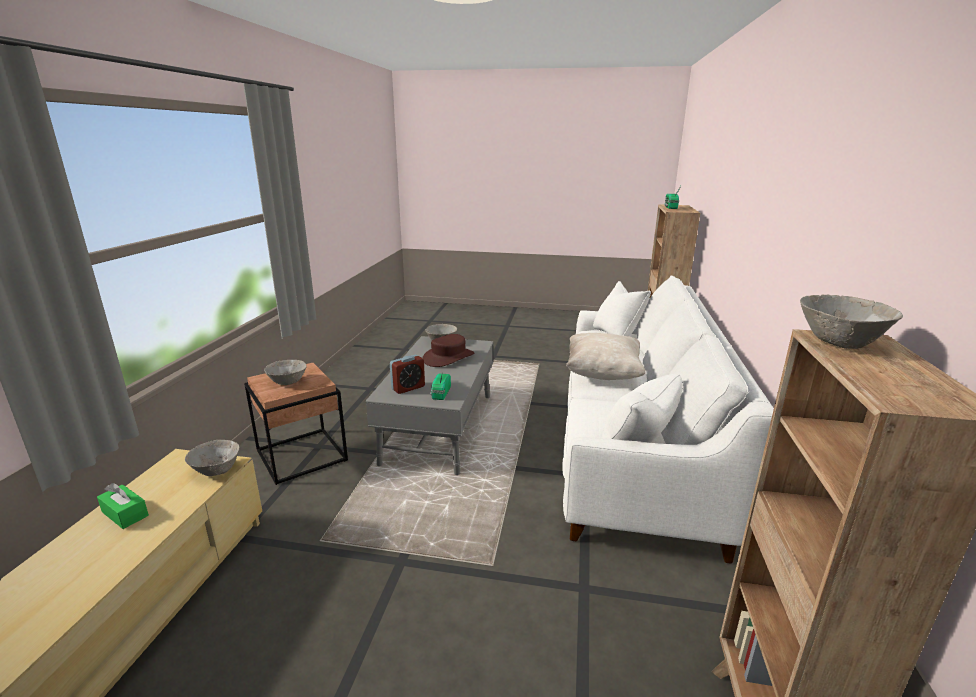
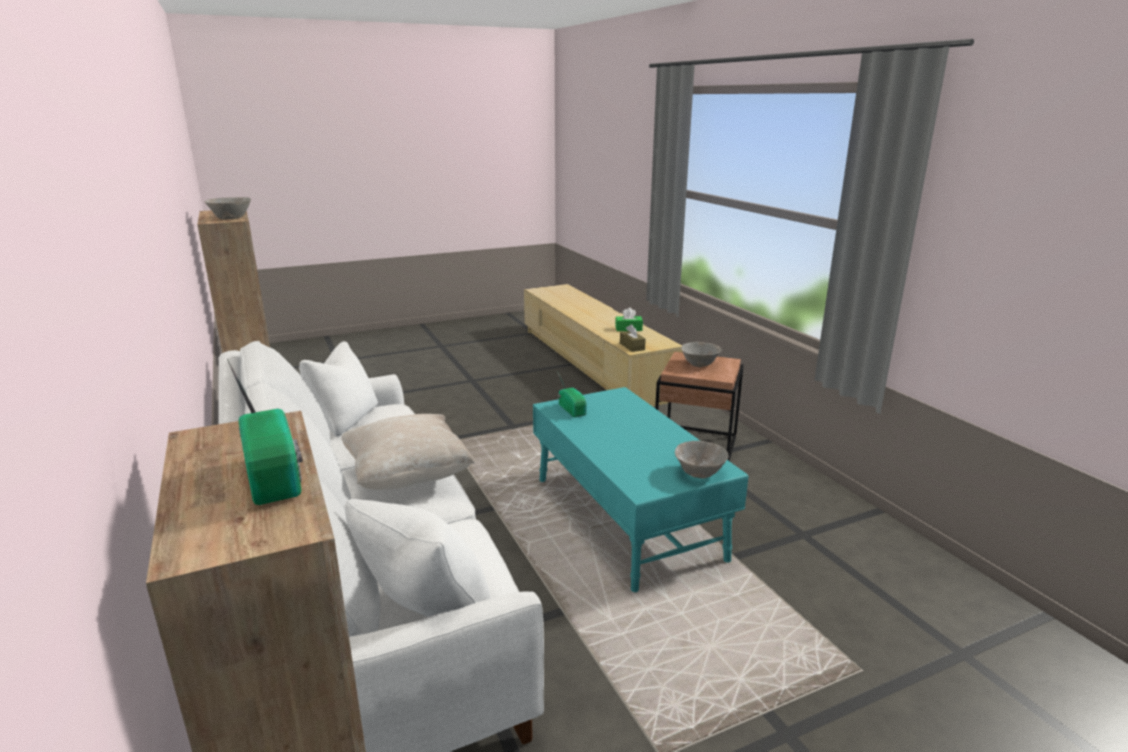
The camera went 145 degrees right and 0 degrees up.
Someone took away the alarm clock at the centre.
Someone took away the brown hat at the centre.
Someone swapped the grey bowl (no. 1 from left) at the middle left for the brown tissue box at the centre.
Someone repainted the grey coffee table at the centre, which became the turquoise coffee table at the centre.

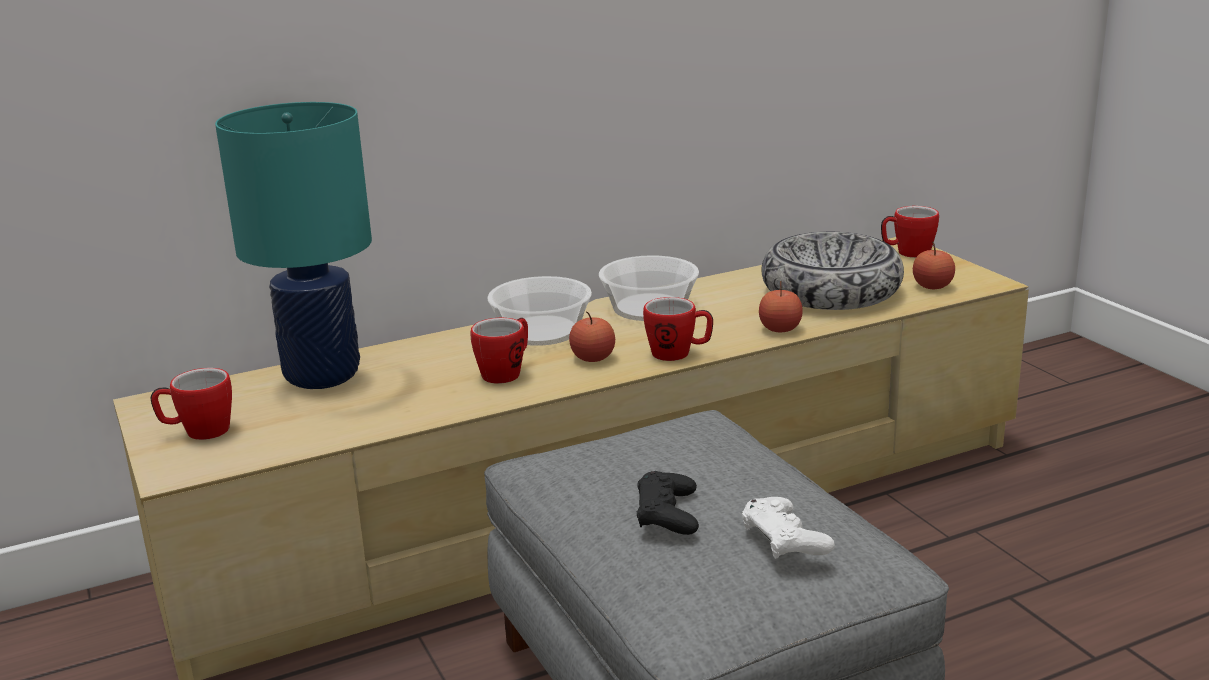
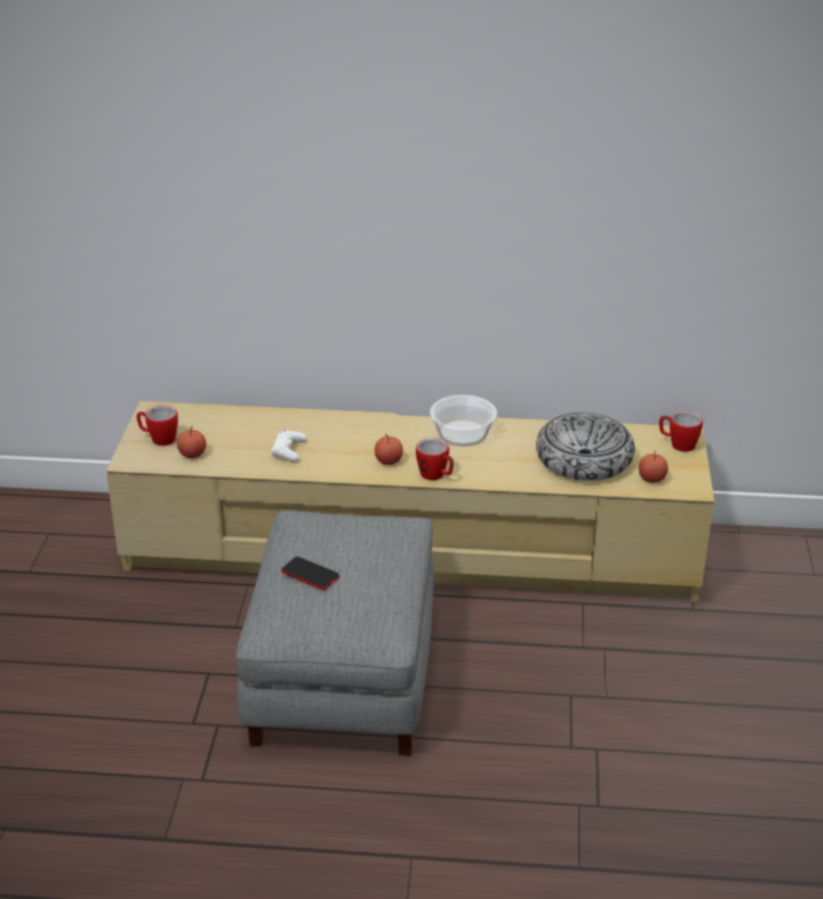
The camera went 30 degrees right and 10 degrees up.
Someone took away the turquoise table lamp at the middle left.
Someone took away the mug (no. 2 from left) at the centre.
Someone took away the bowl (no. 1 from left) at the centre.
Someone carried the white game controller from the bottom centre to the centre.
Someone carried the apple (no. 2 from left in the first image) from the centre to the middle left.
Someone swapped the black game controller at the bottom centre for the phone at the centre.

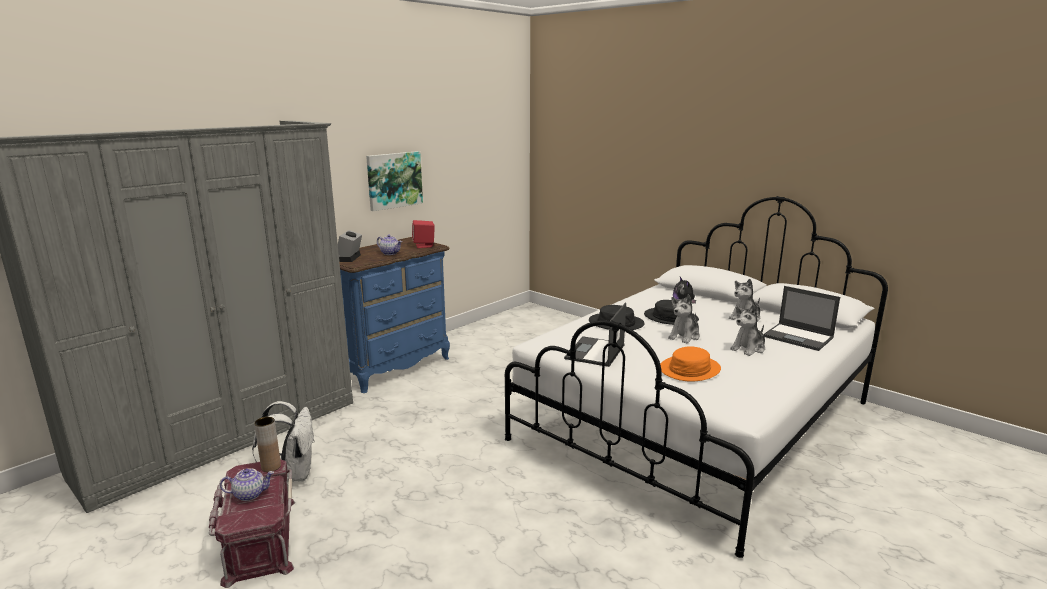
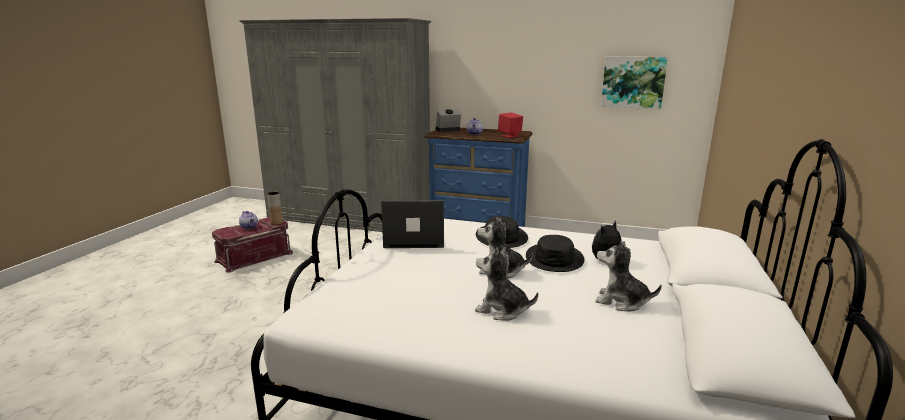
The camera went 65 degrees right and 0 degrees up.
Someone took away the white backpack at the bottom left.
Someone took away the orange hat at the centre.
Someone took away the laptop (no. 2 from left) at the middle right.
Someone carried the picture from the top centre to the top right.

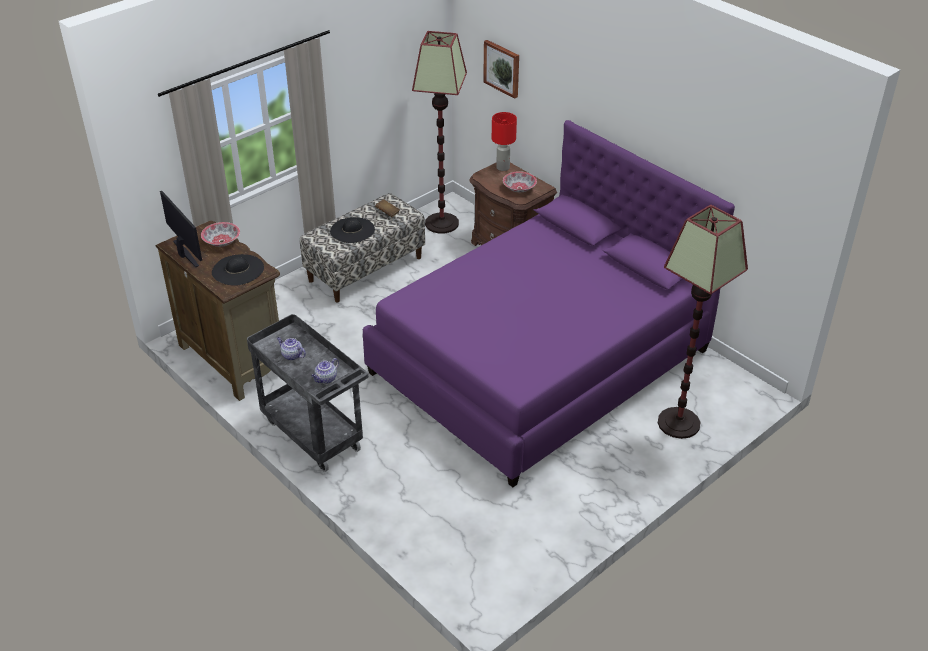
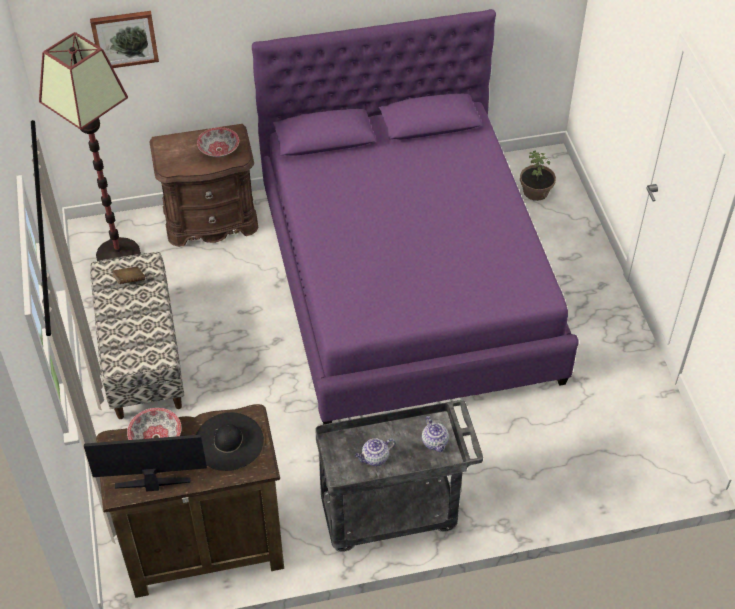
The camera went 60 degrees left and 10 degrees up.
Someone took away the black hat (no. 2 from left) at the centre.
Someone took away the red table lamp at the top centre.
Someone took away the floor lamp (no. 2 from left) at the middle right.
Someone put down the potted plant at the top right.

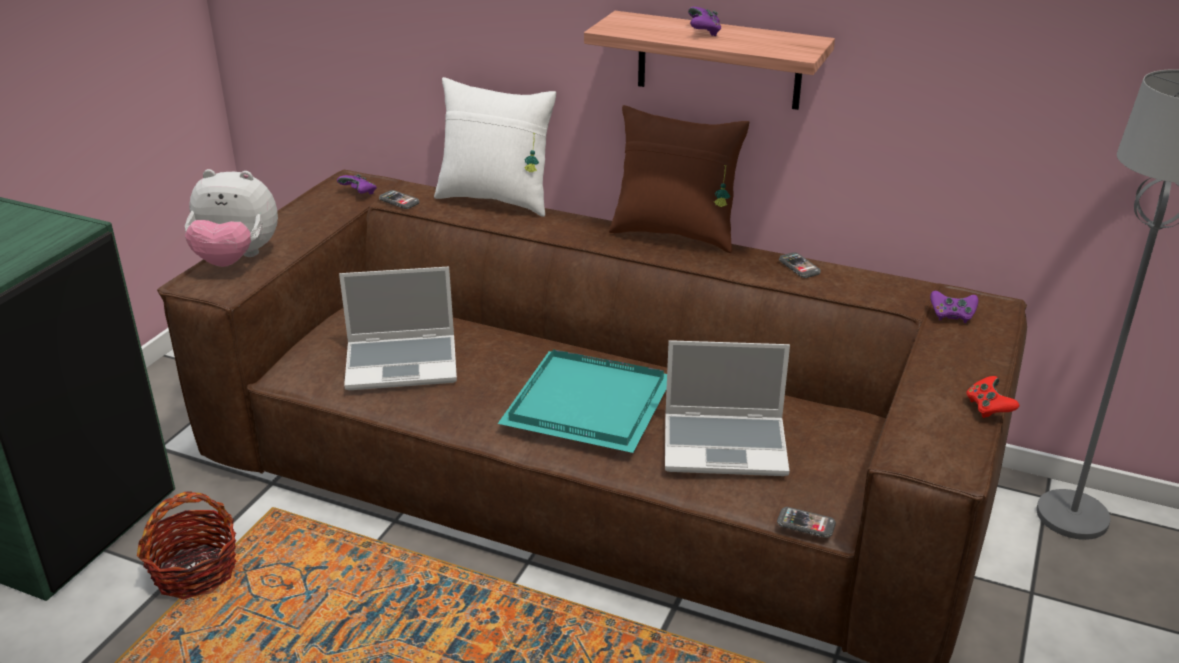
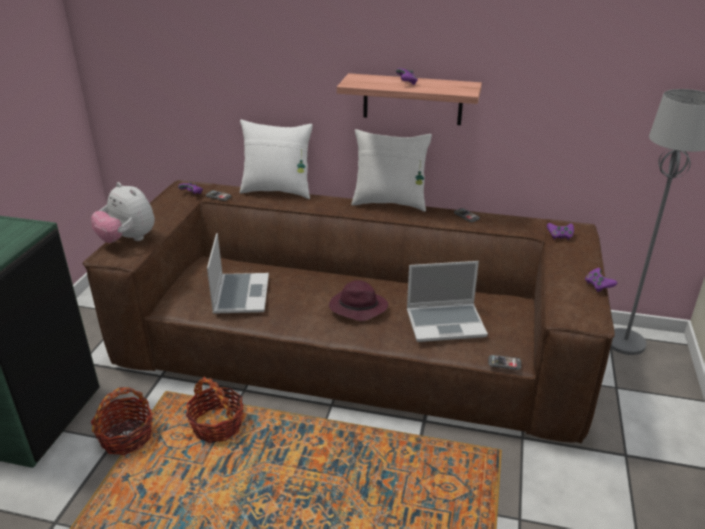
The camera went 10 degrees left and 0 degrees up.
Someone put down the basket (no. 2 from left) at the bottom left.
Someone swapped the turquoise tray at the centre for the purple hat at the centre.
Someone repainted the brown pillow at the top centre, which became the white pillow (no. 2 from left) at the top centre.
Someone repainted the red game controller at the middle right, which became the purple game controller (no. 4 from left) at the middle right.
Someone rotated the plush toy at the top left by 45 degrees clockwise.
Someone rotated the laptop (no. 1 from left) at the centre by 75 degrees counterclockwise.

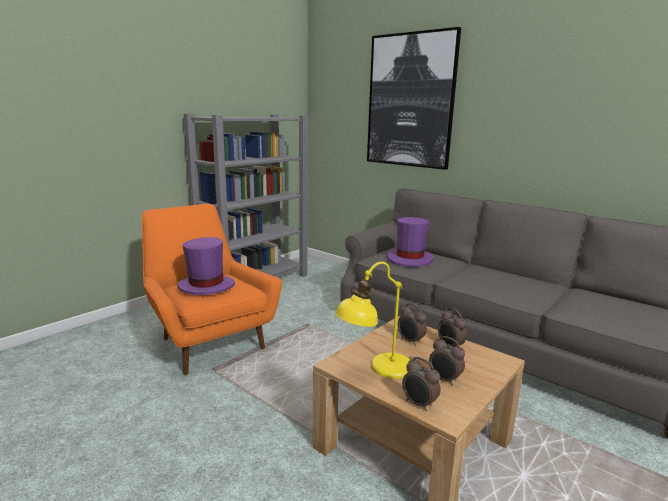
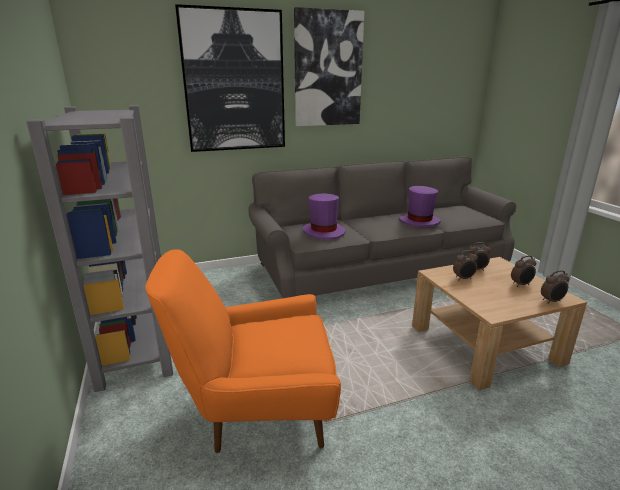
The camera went 60 degrees left and 5 degrees up.
Someone took away the yellow table lamp at the centre.
Someone put up the picture (no. 2 from left) at the top centre.
Someone carried the purple hat (no. 1 from left in the first image) from the middle left to the middle right.

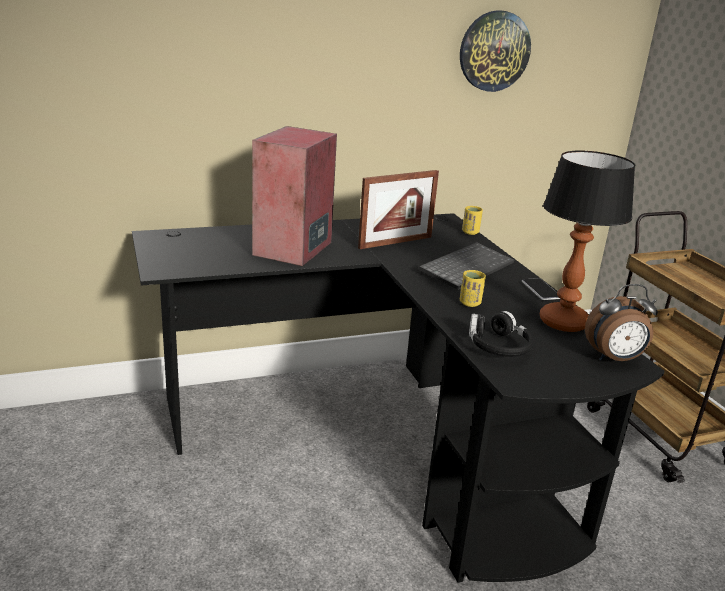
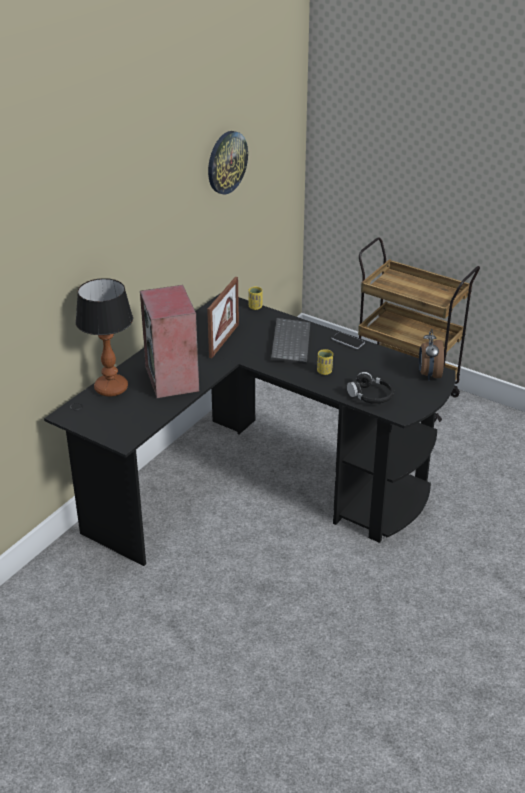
The camera went 35 degrees left and 10 degrees up.
Someone carried the table lamp from the middle right to the middle left.
Someone rotated the alarm clock at the middle right by 135 degrees clockwise.

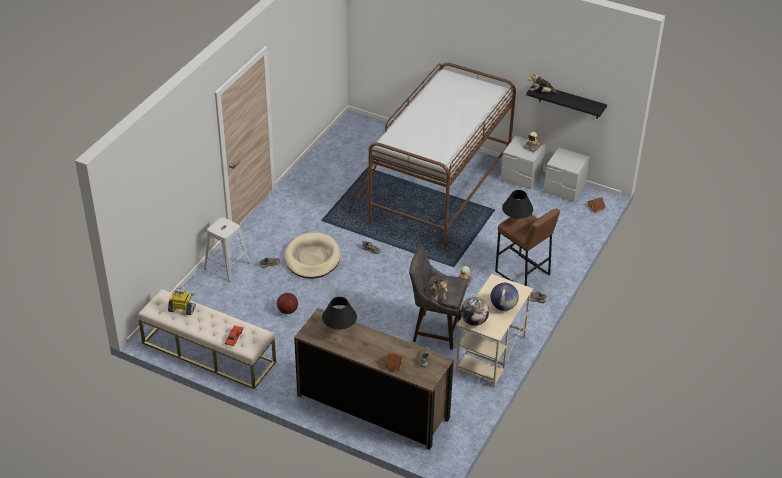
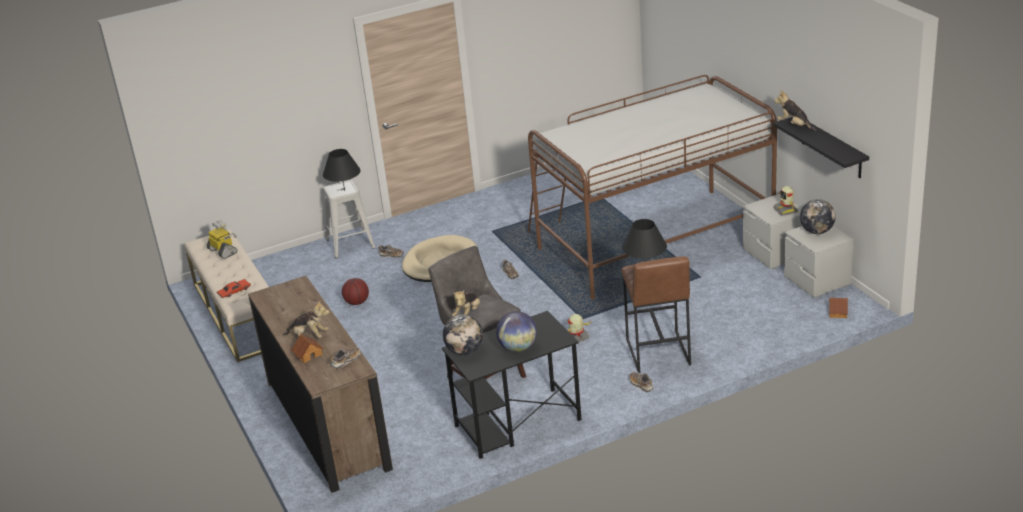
The camera went 40 degrees right and 10 degrees down.
Someone put down the plush toy (no. 1 from left) at the middle left.
Someone put down the globe (no. 3 from left) at the middle right.
Someone carried the black table lamp (no. 1 from left) from the centre to the top centre.
Someone repainted the beige desk at the bottom centre, which became the black desk at the bottom centre.

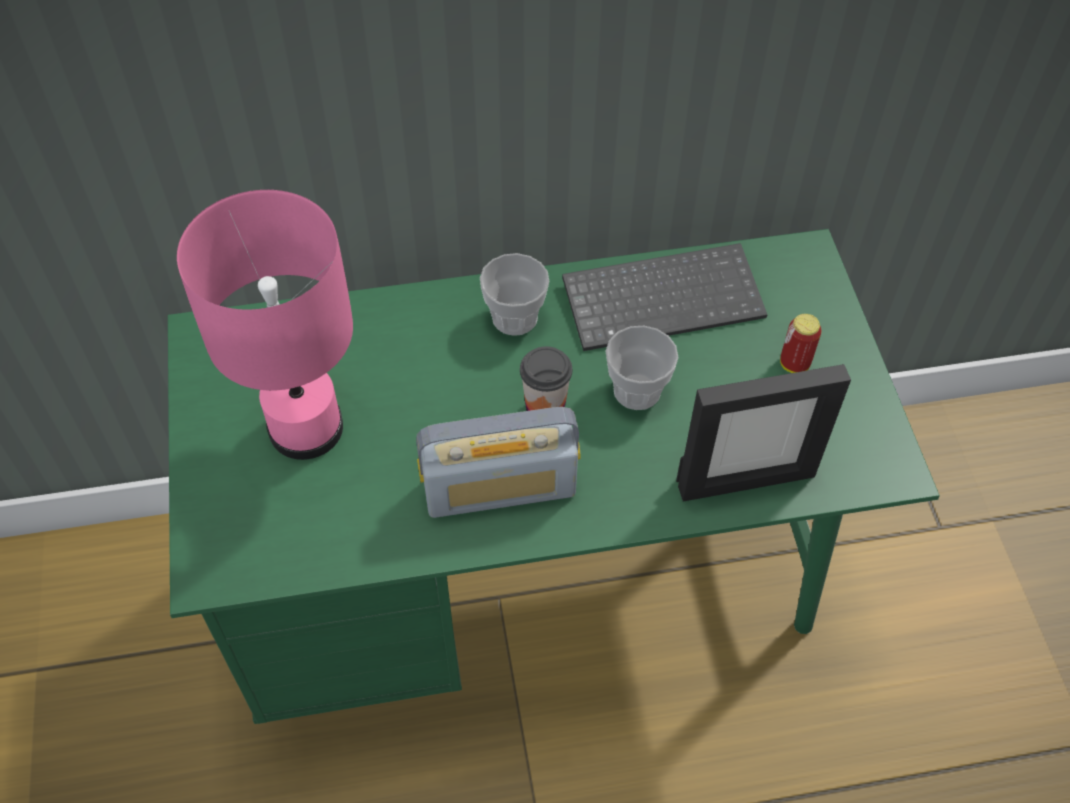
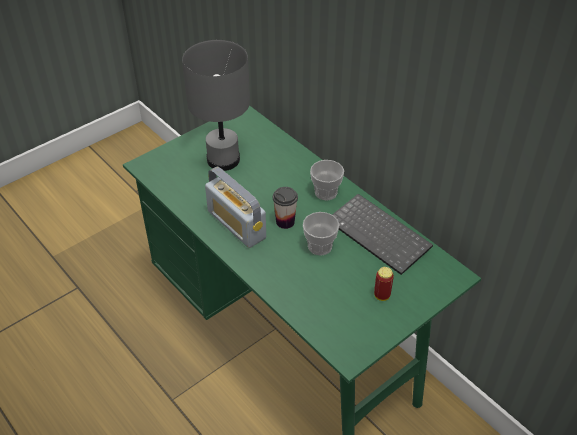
The camera went 60 degrees right and 10 degrees down.
Someone took away the picture frame at the middle right.
Someone repainted the pink table lamp at the middle left, which became the grey table lamp at the top centre.

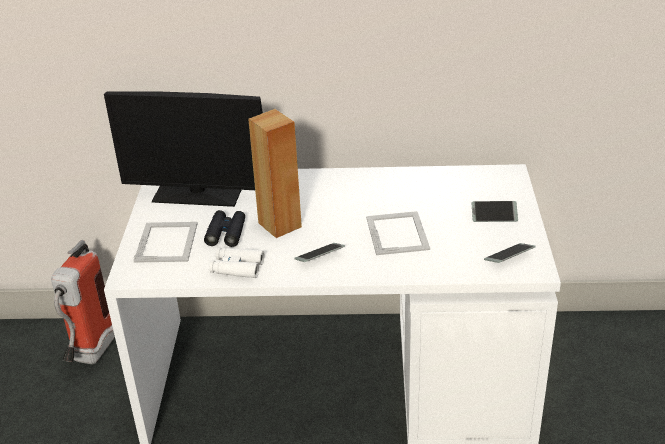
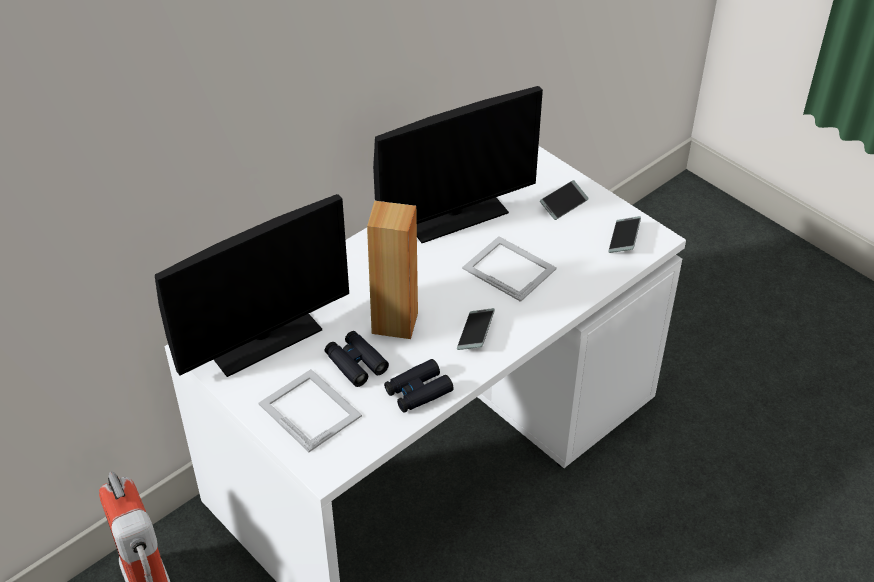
The camera went 45 degrees left and 10 degrees up.
Someone put down the monitor (no. 2 from left) at the top centre.
Someone repainted the white binoculars at the centre, which became the black binoculars (no. 2 from left) at the centre.

